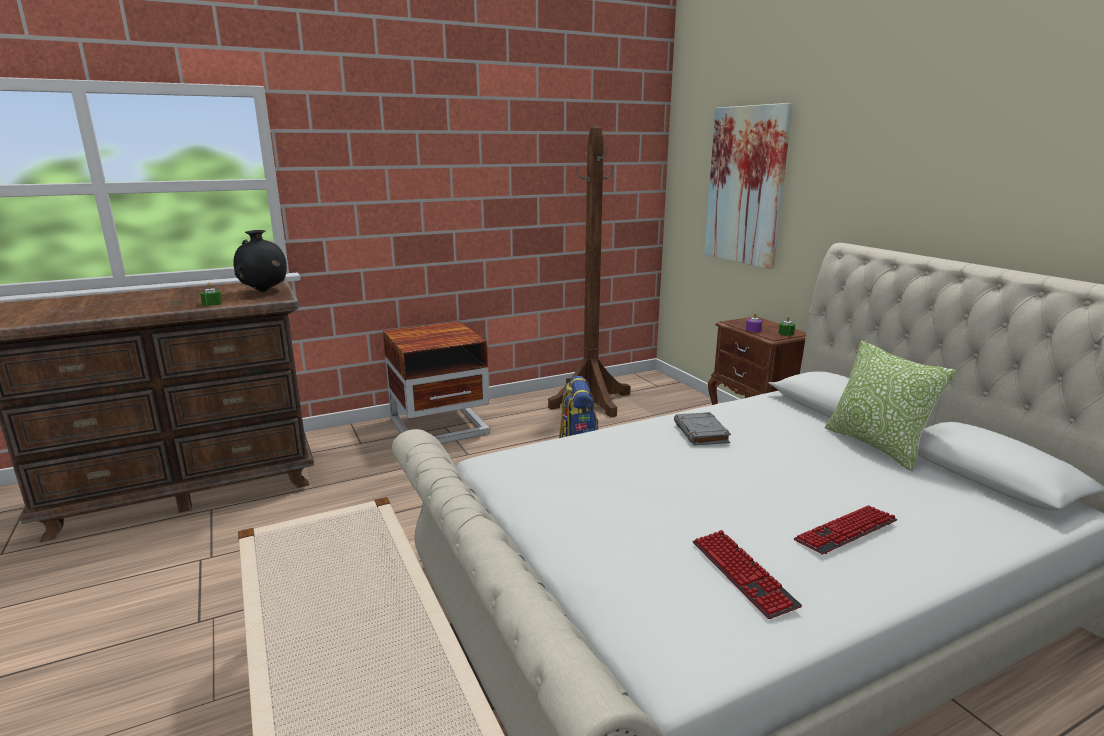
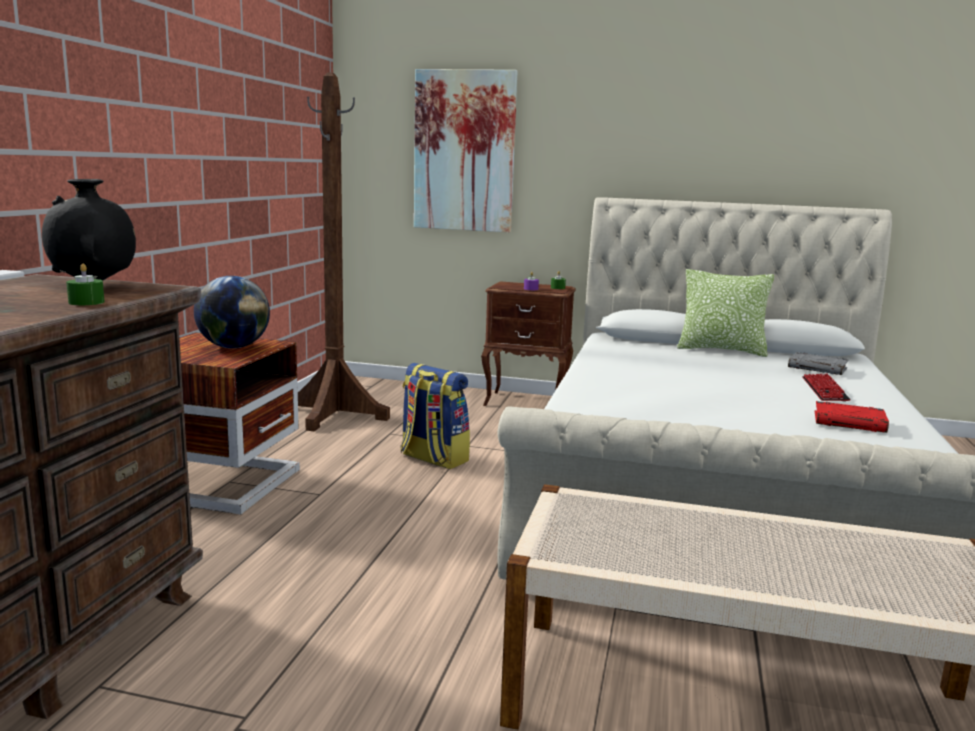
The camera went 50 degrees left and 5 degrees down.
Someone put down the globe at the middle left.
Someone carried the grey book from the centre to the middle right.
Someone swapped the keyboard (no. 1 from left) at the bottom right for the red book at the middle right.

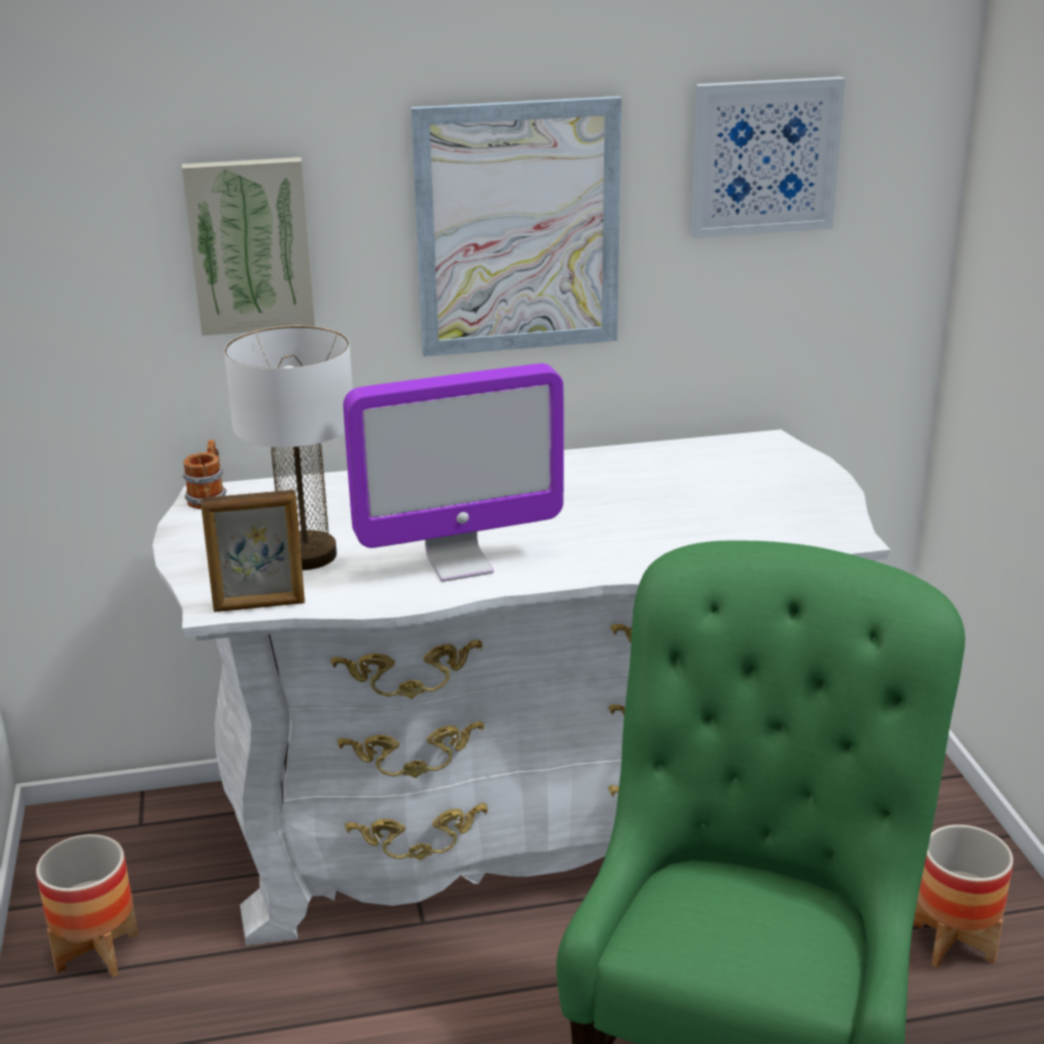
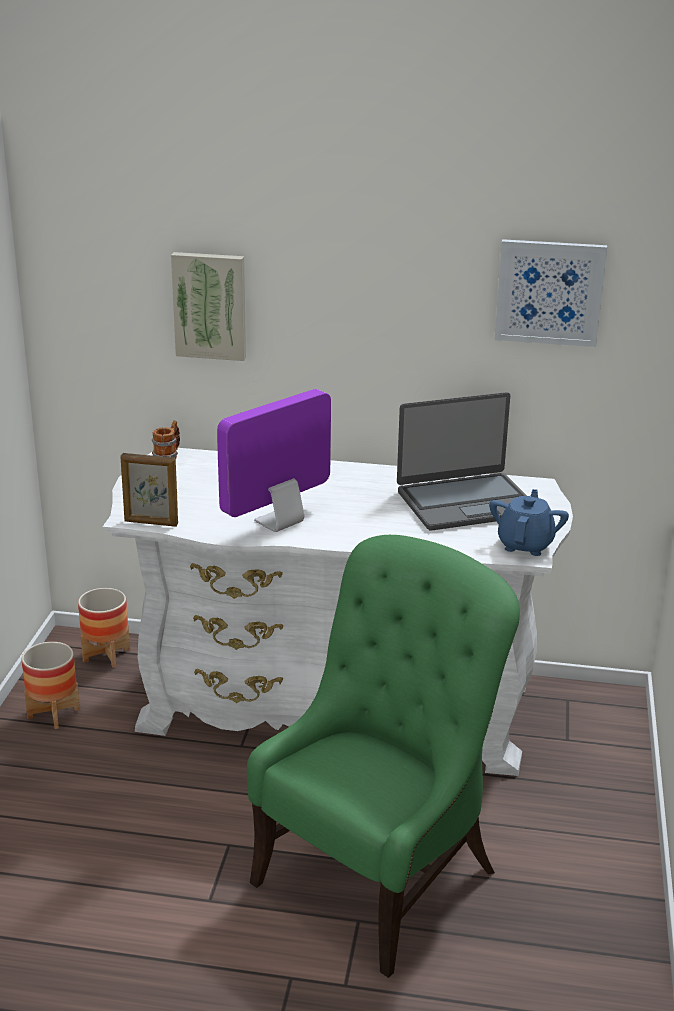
The camera went 20 degrees right and 0 degrees up.
Someone took away the table lamp at the middle left.
Someone took away the picture (no. 2 from left) at the top centre.
Someone put down the laptop at the middle right.
Someone put down the blue teapot at the middle right.
Someone carried the planter (no. 2 from left) from the bottom right to the middle left.
Someone rotated the monitor at the centre by 135 degrees clockwise.

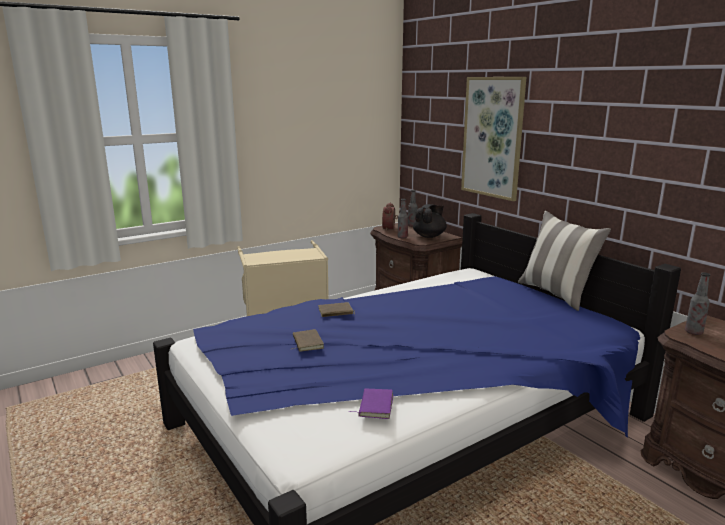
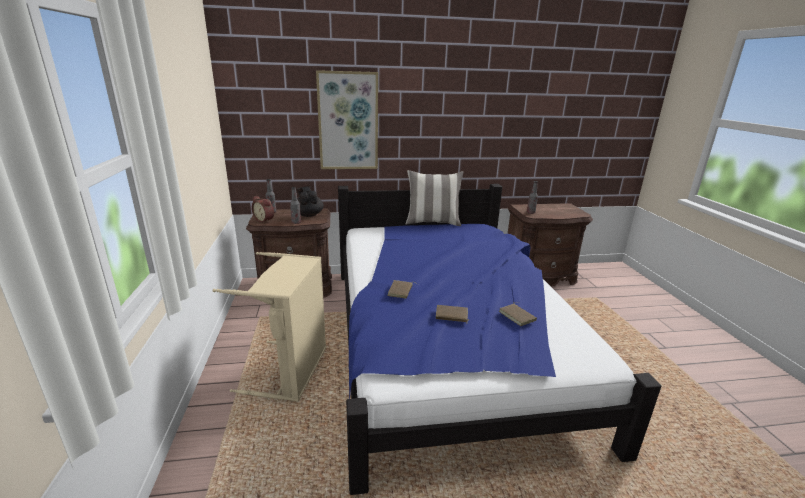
The camera went 65 degrees left and 5 degrees up.
Someone took away the purple book at the bottom centre.
Someone put down the brown book (no. 3 from left) at the centre.

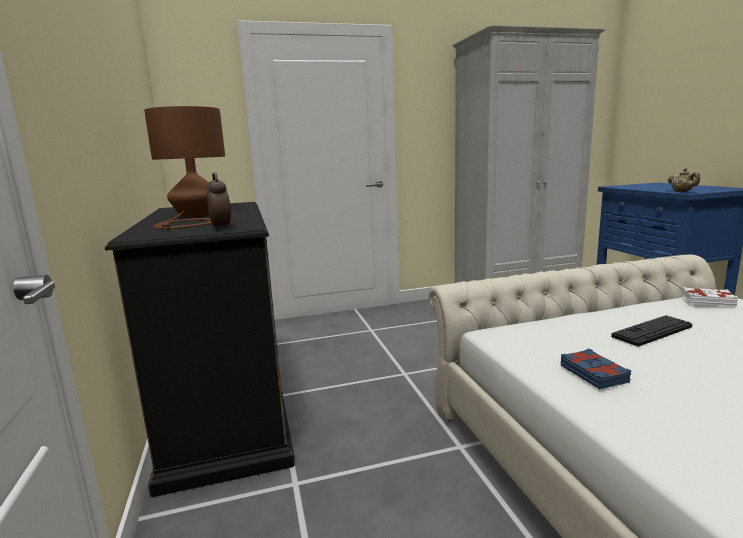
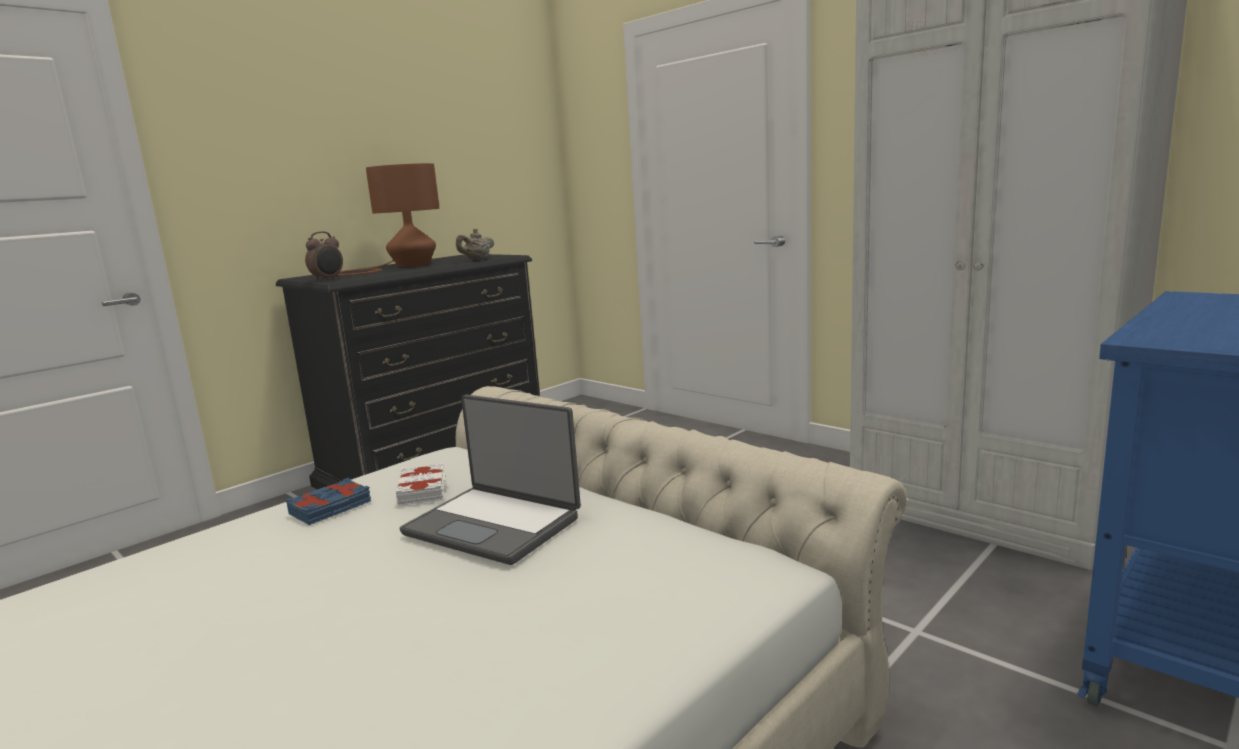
The camera went 60 degrees right and 0 degrees up.
Someone carried the beige teapot from the middle right to the top centre.
Someone carried the white book from the middle right to the centre.
Someone swapped the keyboard at the middle right for the laptop at the centre.

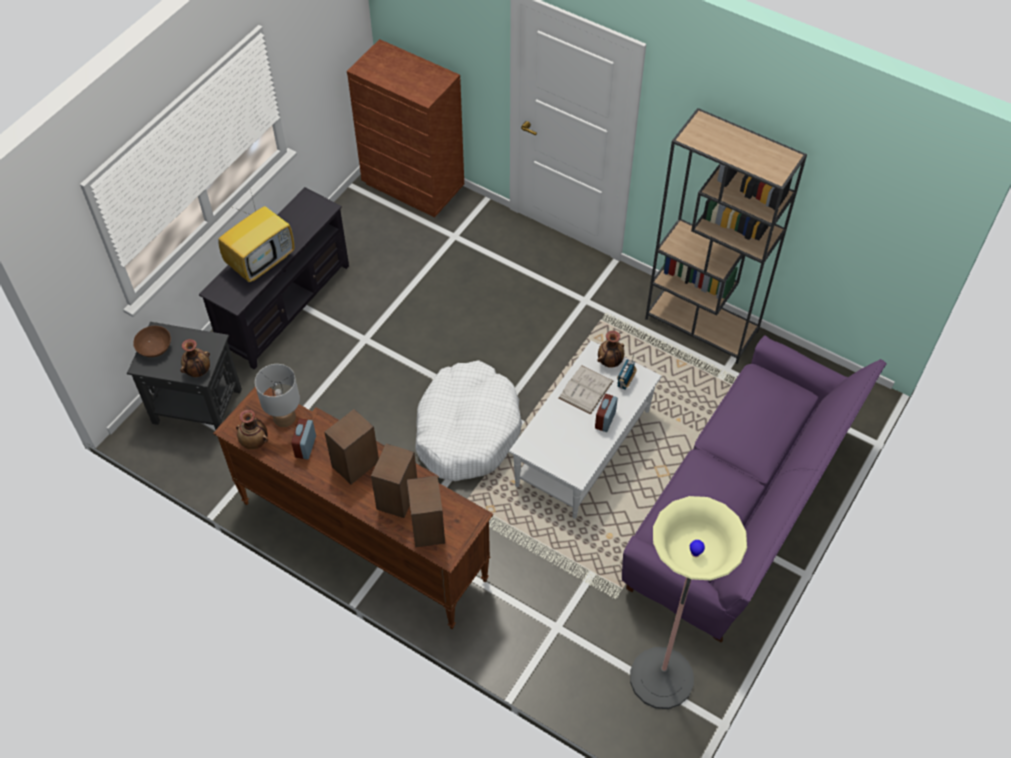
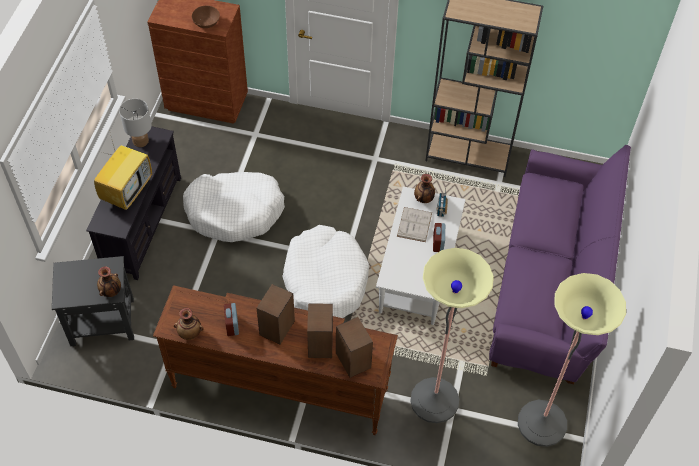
The camera went 20 degrees left and 0 degrees up.
Someone put down the white dog bed (no. 1 from left) at the centre.
Someone put down the floor lamp (no. 1 from left) at the bottom centre.
Someone carried the brown bowl from the middle left to the top left.
Someone carried the grey table lamp from the middle left to the top left.

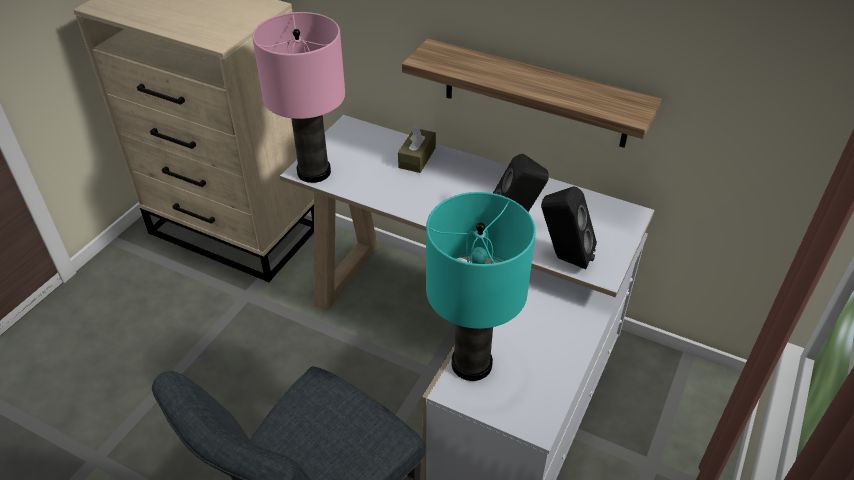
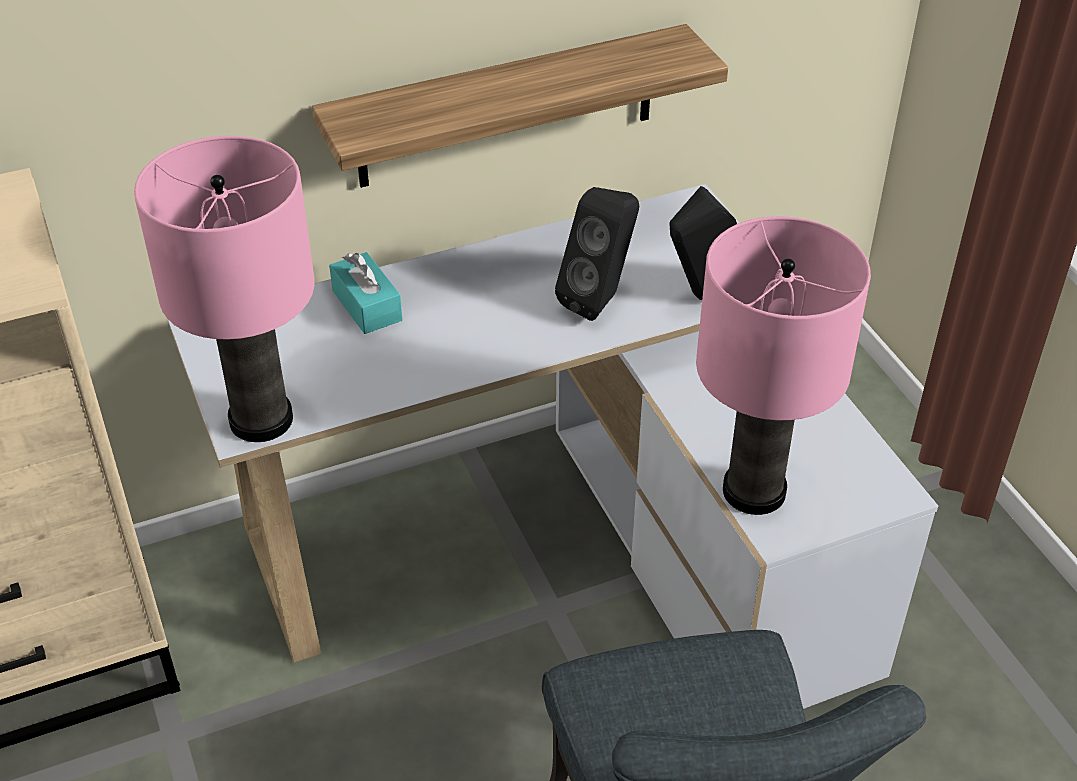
The camera went 50 degrees left and 0 degrees up.
Someone repainted the brown tissue box at the top centre, which became the turquoise tissue box at the centre.
Someone repainted the turquoise table lamp at the centre, which became the pink table lamp (no. 2 from left) at the middle right.

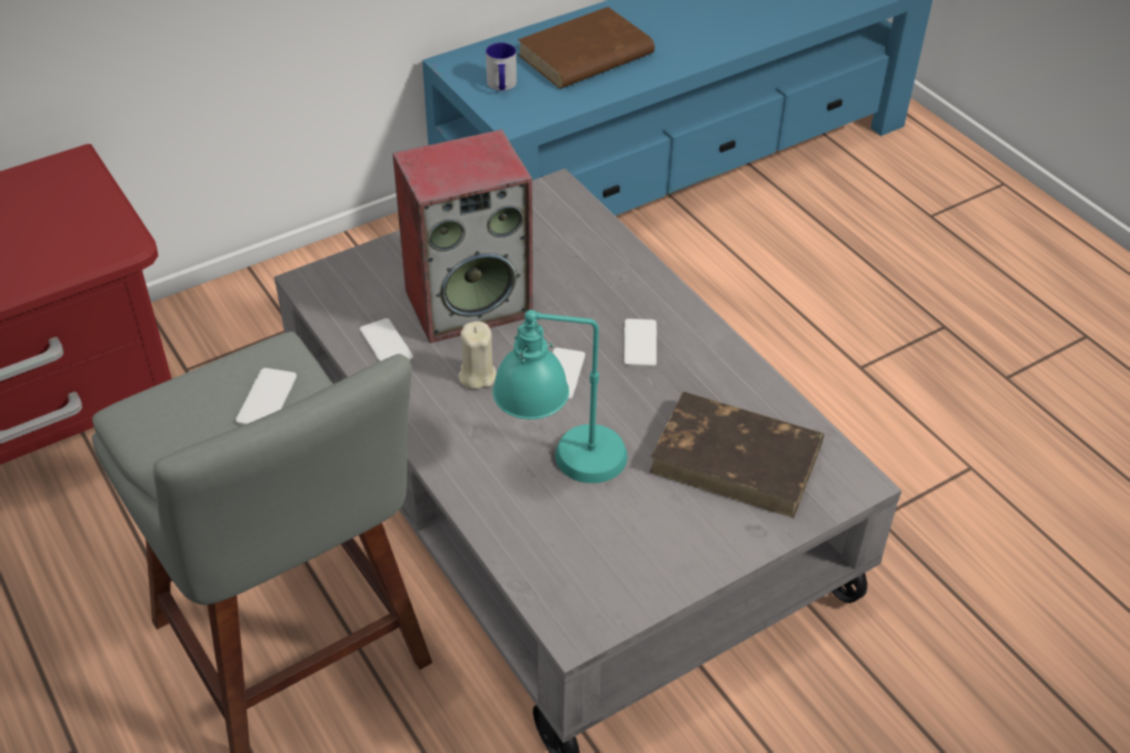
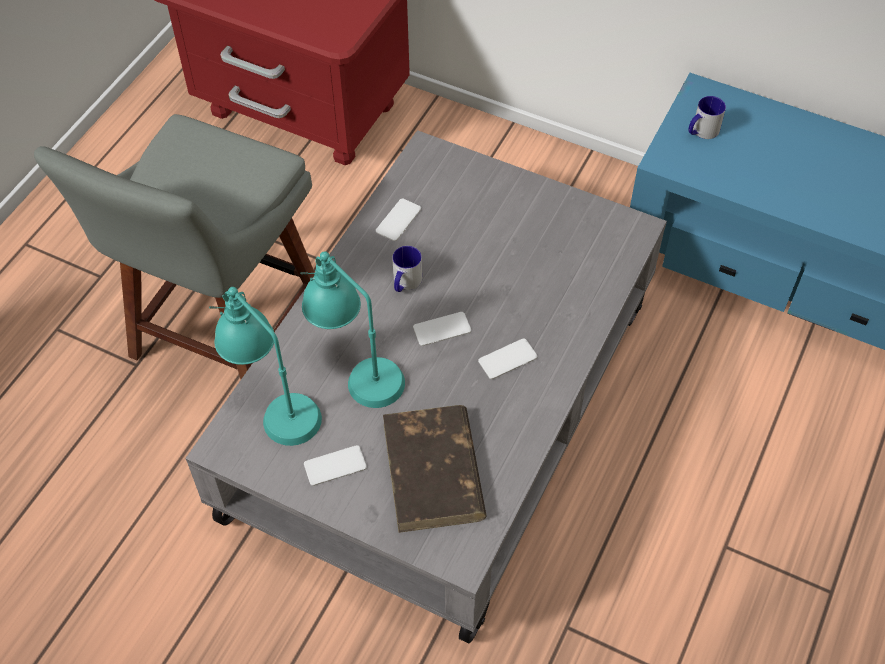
The camera went 60 degrees right and 10 degrees up.
Someone took away the speaker at the top centre.
Someone took away the brown book (no. 1 from left) at the top centre.
Someone put down the turquoise table lamp (no. 1 from left) at the middle left.
Someone carried the phone (no. 1 from left) from the middle left to the bottom centre.
Someone swapped the beige candle at the centre for the mug (no. 1 from left) at the centre.

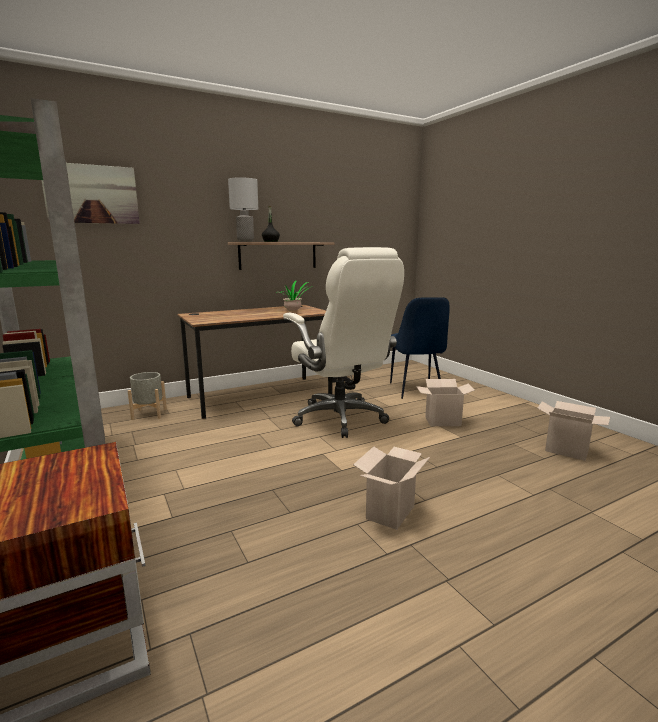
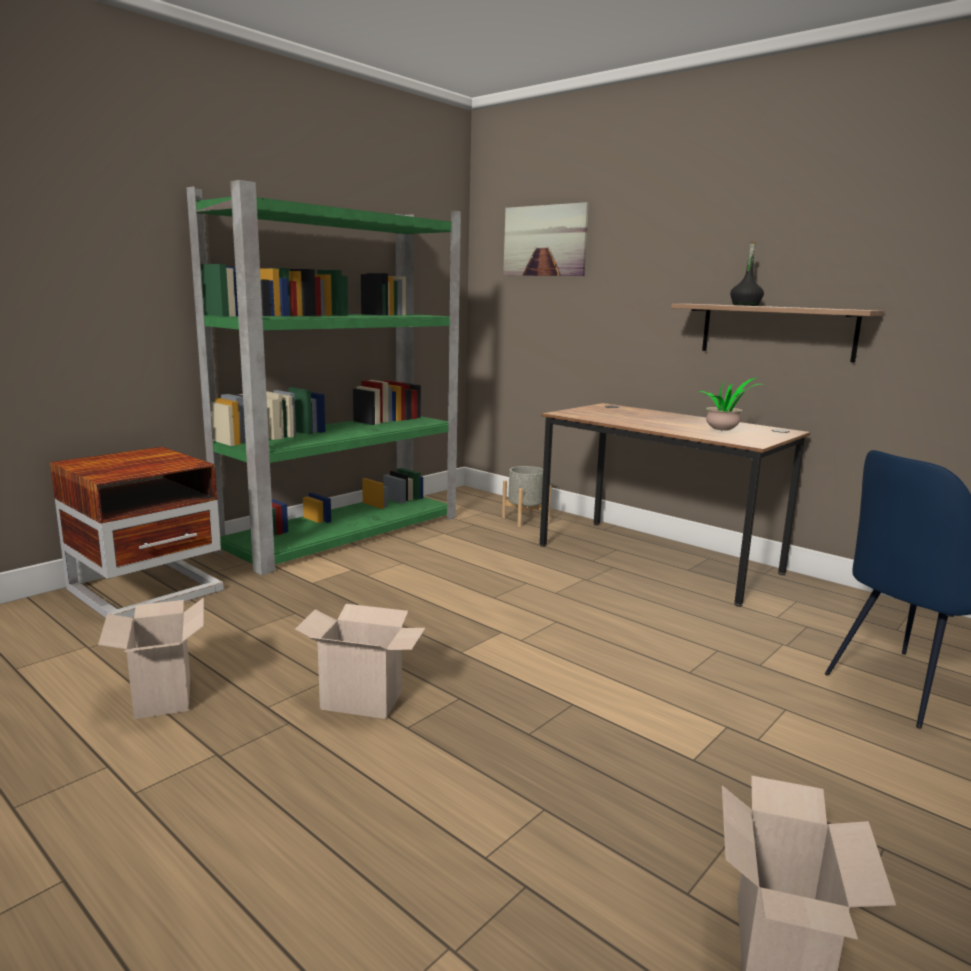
The camera went 70 degrees right and 0 degrees up.
Someone took away the grey table lamp at the top centre.
Someone took away the white office chair at the centre.
Someone carried the cardboard box (no. 2 from left in the first image) from the middle right to the bottom left.

